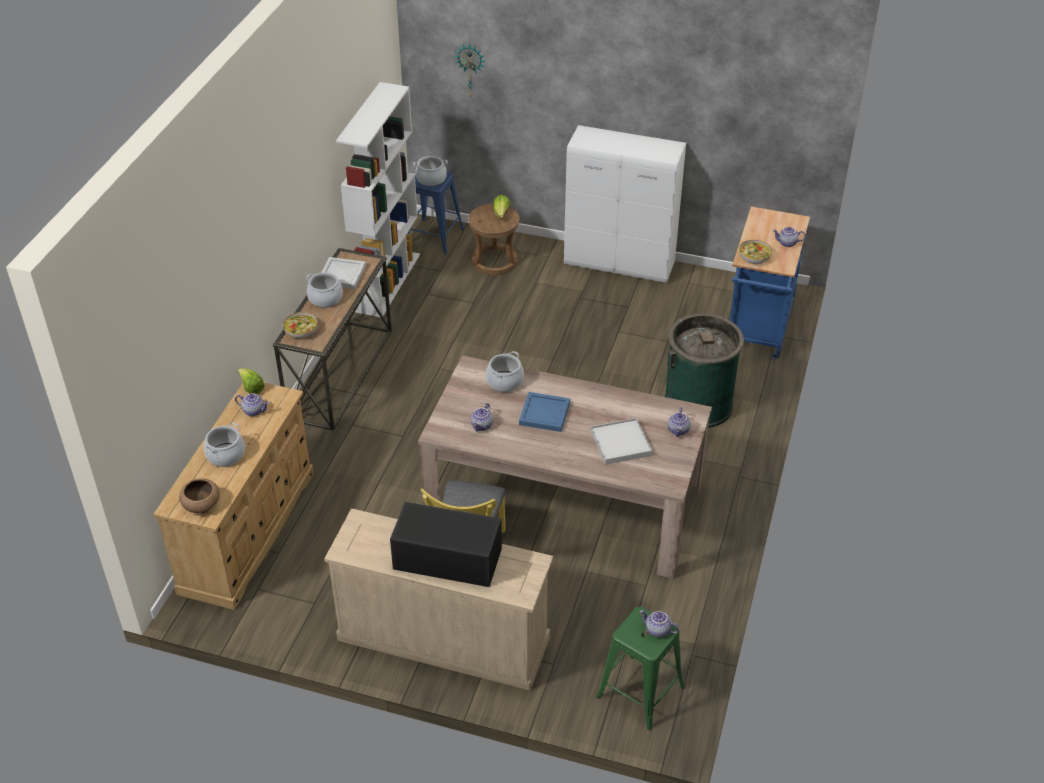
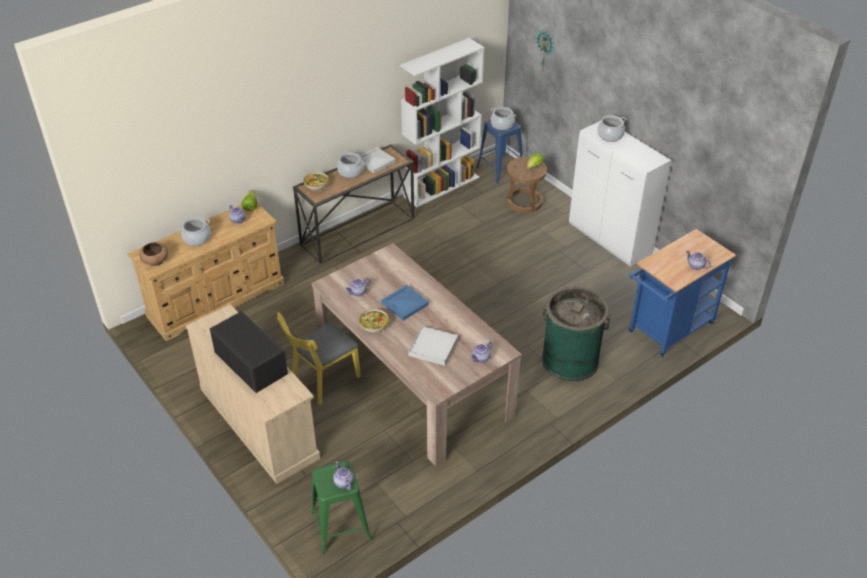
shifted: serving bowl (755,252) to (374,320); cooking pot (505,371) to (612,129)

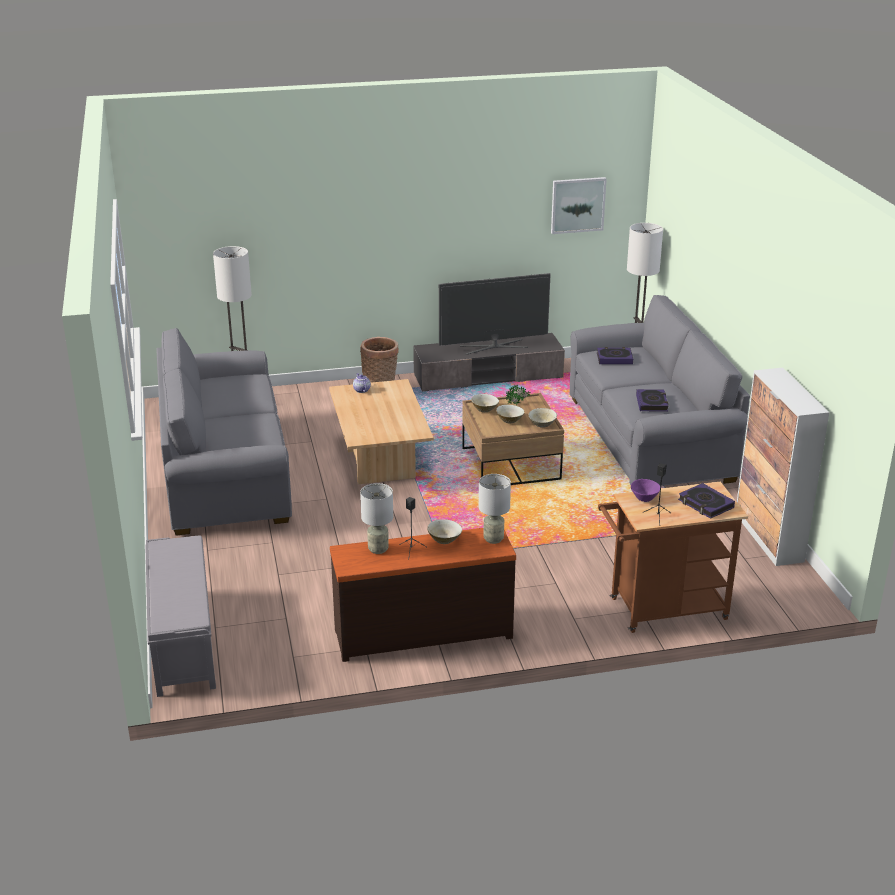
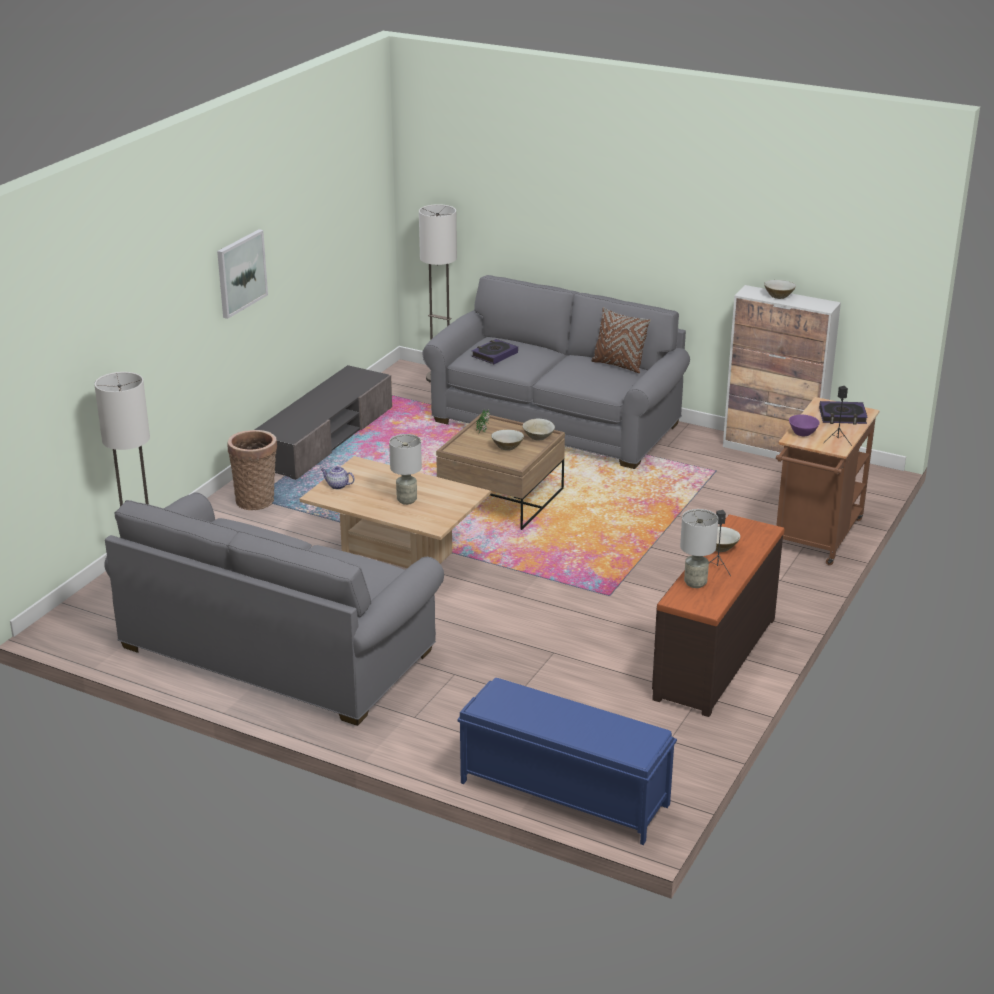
gone: television (495,314); book (652,400)
new: cushion/brown-coloured (621,340)
shifted: wall picture (579,205) to (242,274); serving bowl/sand-coloured (485,403) to (780,289); lamp for a table/gray (495,509) to (405,469)
repainted: long seat/gray (180,616) to long seat/bluish (567,761)

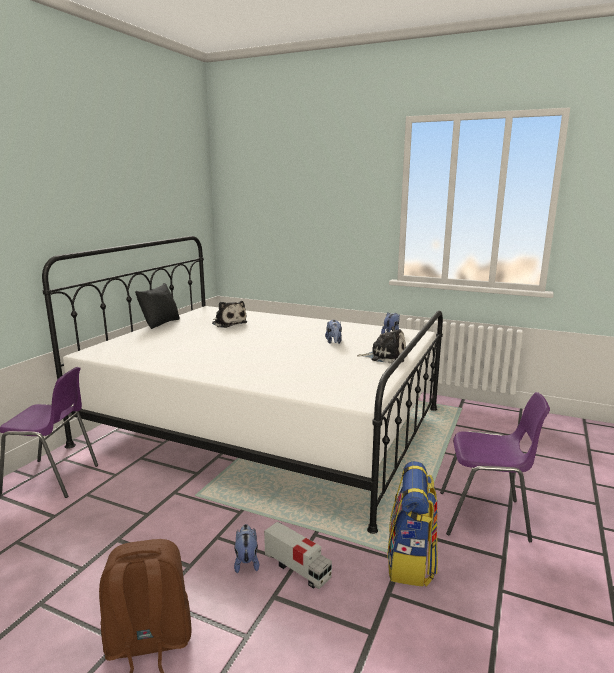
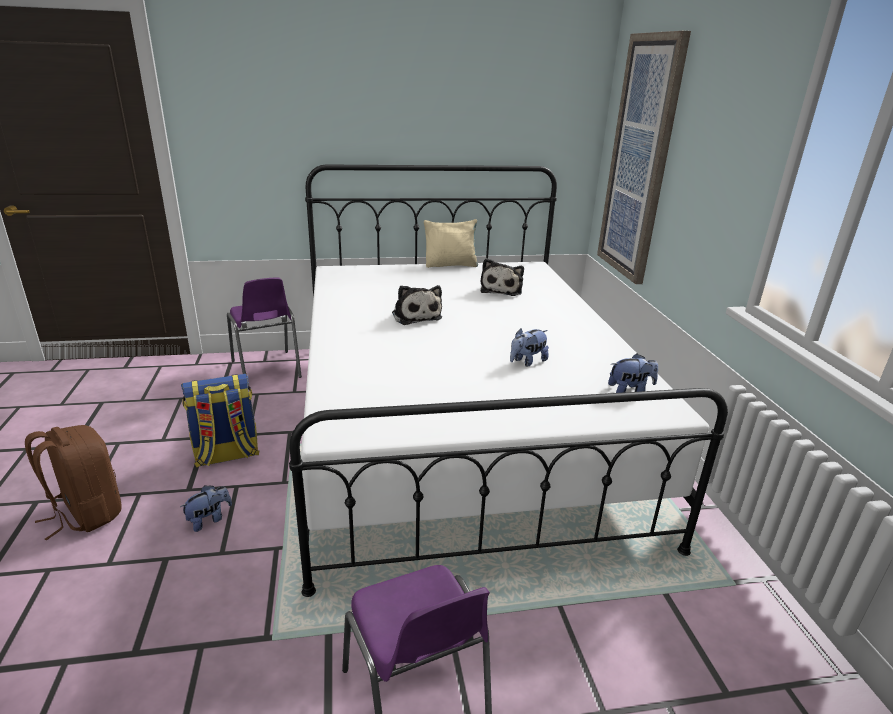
gone: toy truck (298,555)
new: wall picture (644,157)
shifted: cuddly toy (381,344) to (417,305); knapsack (412,524) to (220,421)
repainted: cushion/black (157,306) to cushion/sand-coloured (451,243)

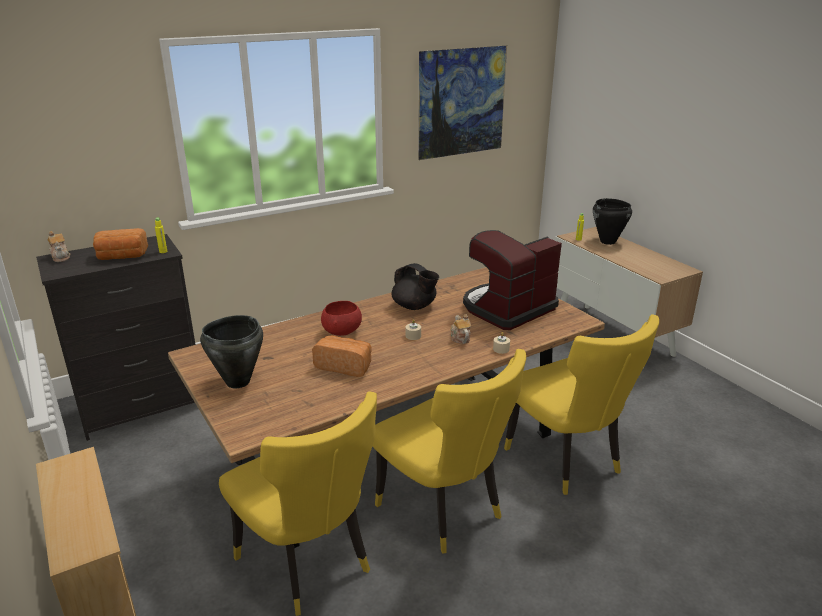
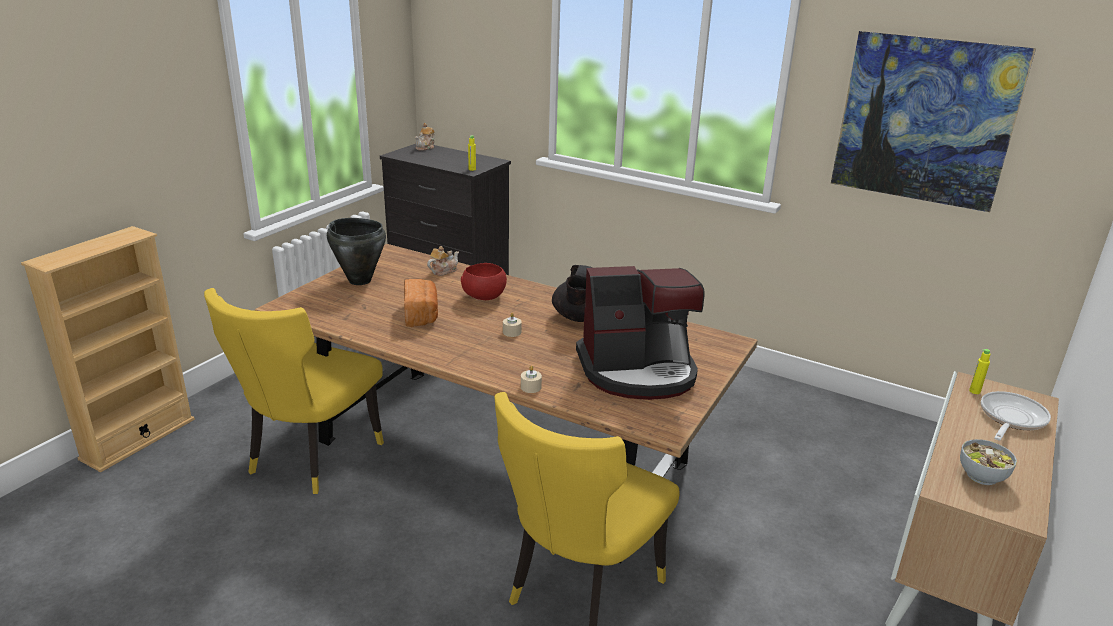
gone: bread (120,244); plain chair/yellow (449,451)
new: serving bowl (988,462)
shifted: pot for tea (461,329) to (443,261)
swapped: cooking pot/black (612,221) to skillet (1016,416)
rotated: coffee brewer (512,280) = (640,333) 150 degrees clockwise

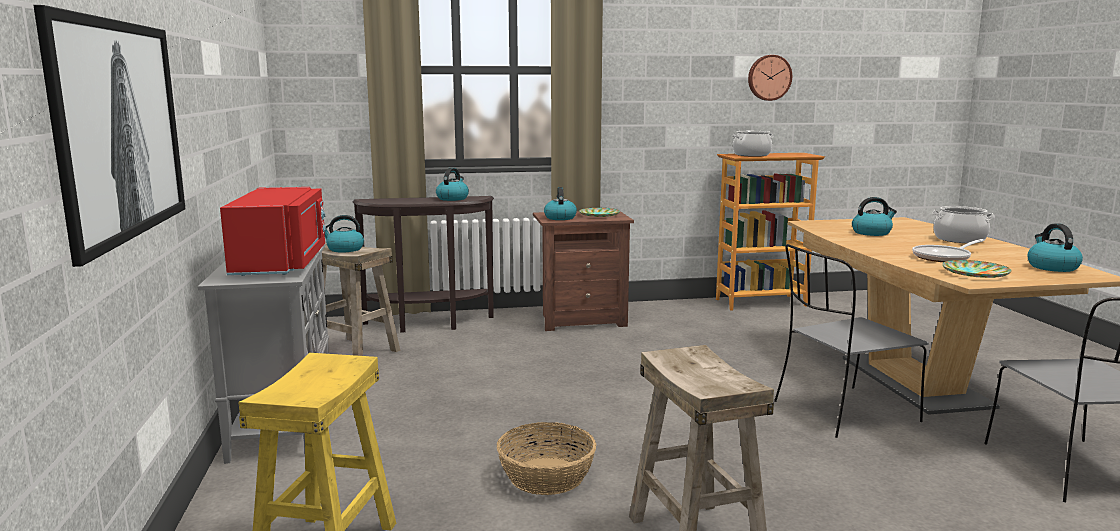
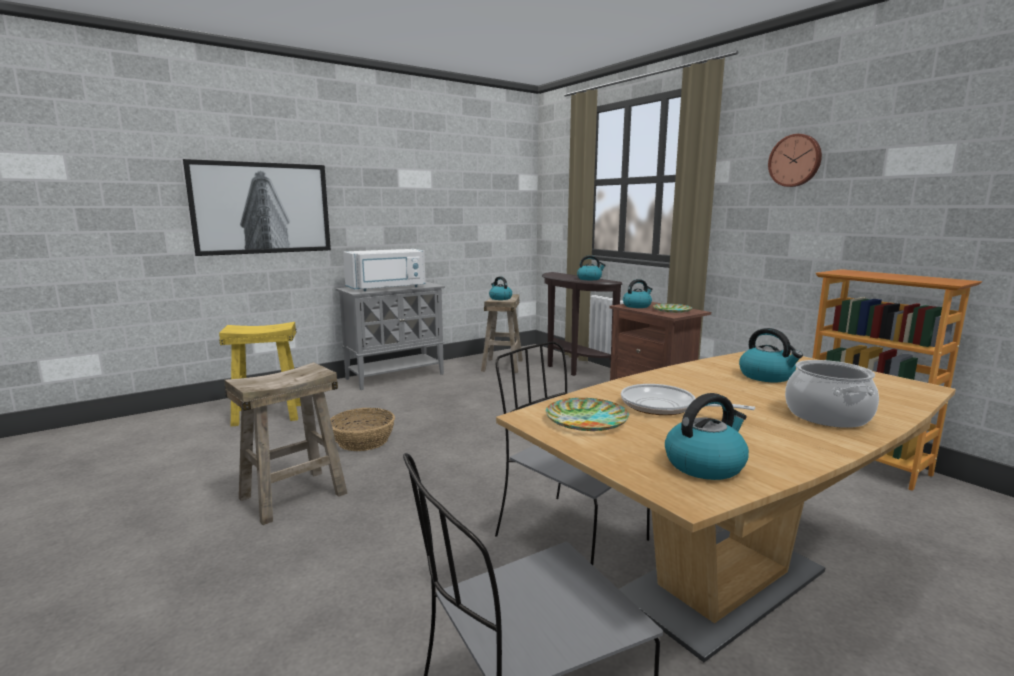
gone: cooking pot (752,144)
shifted: hanging clock (770,78) to (795,160)
repainted: microwave oven/reddish (273,231) to microwave oven/whitish (384,270)

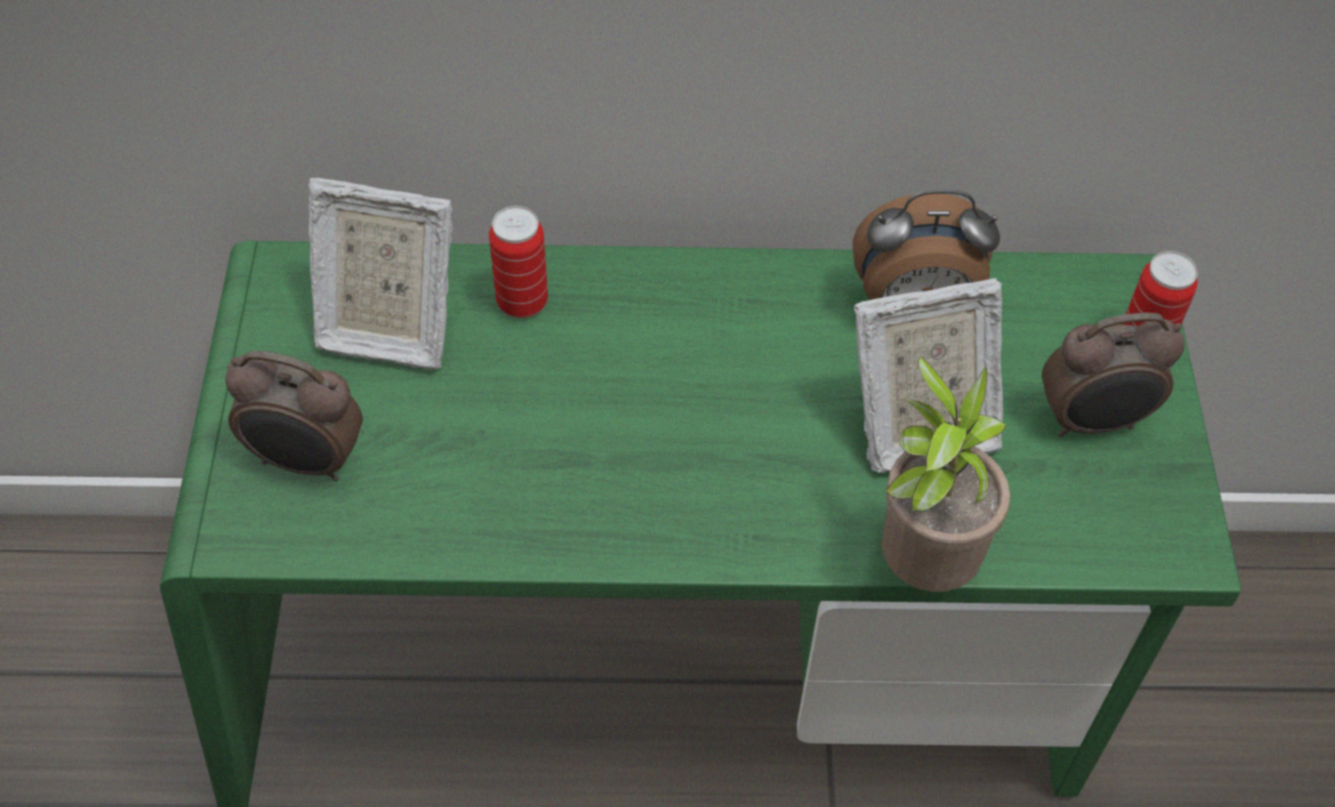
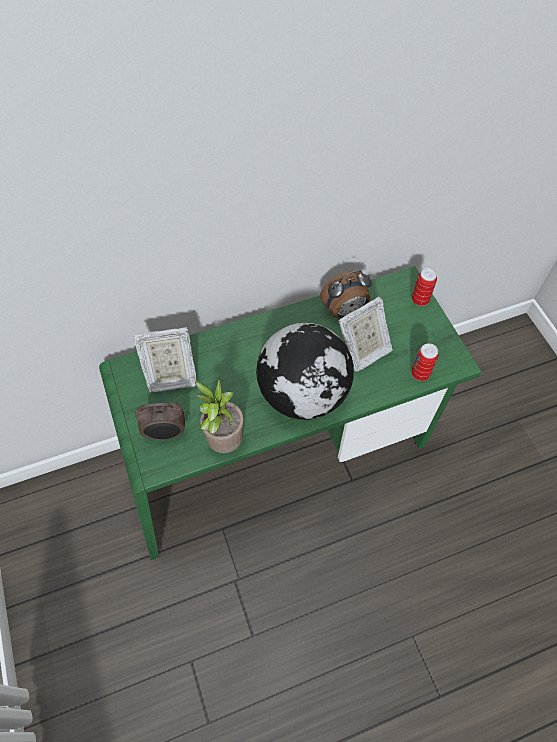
gone: alarm clock (1113,375)
new: world globe (305,371)
shifted: sealed can (518,262) to (425,362); houseplant (945,474) to (219,415)

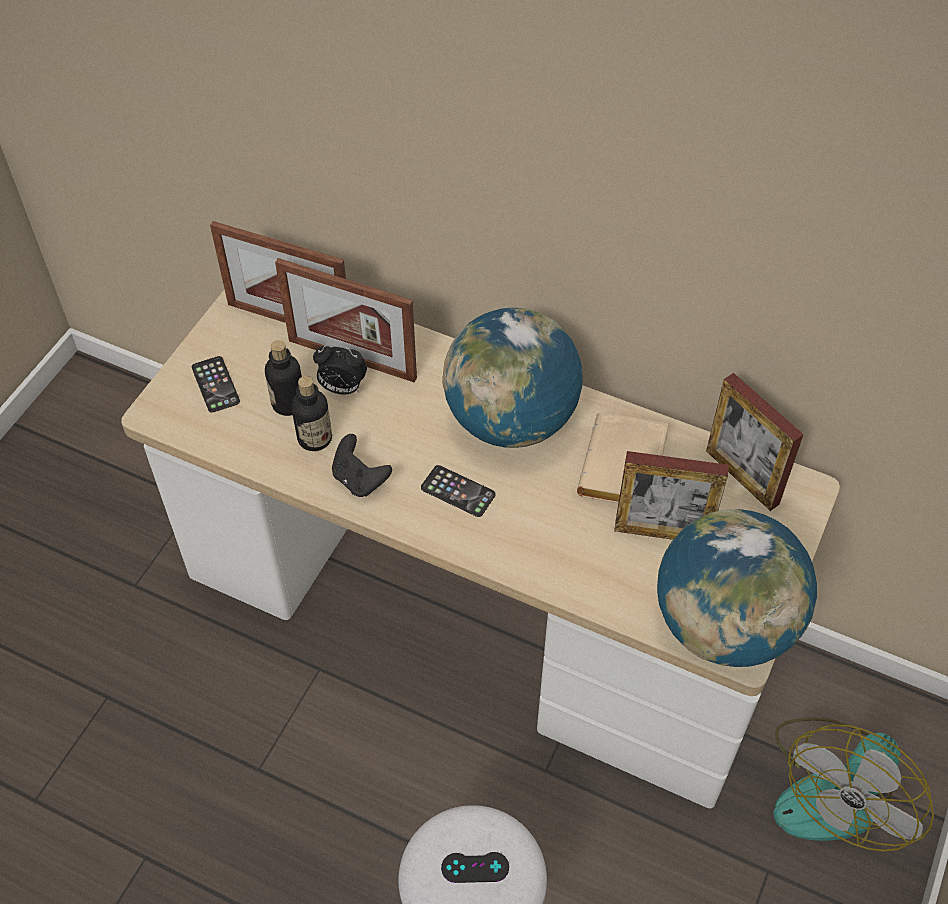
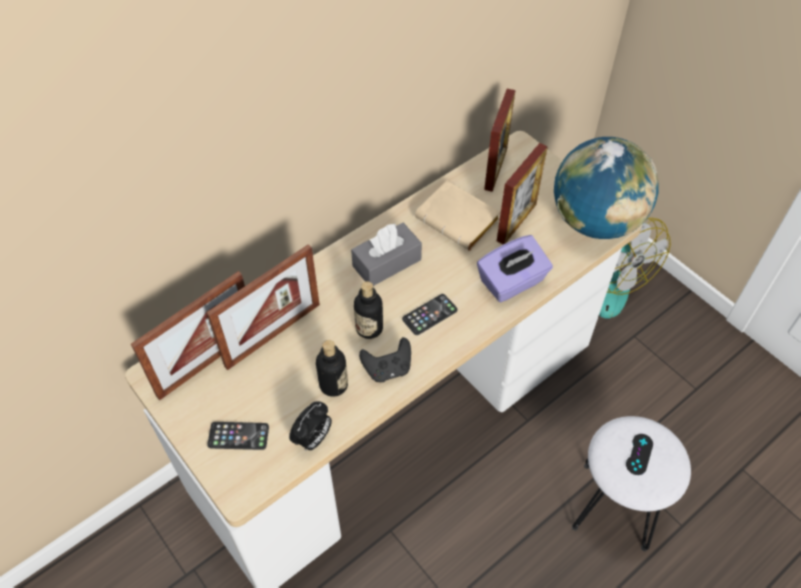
new: box of tissues/purple (515,268)
shifted: drink bottle (283,378) to (368,310); alarm clock (340,369) to (310,426)
swapped: world globe (512,378) to box of tissues/gray (386,254)
rotated: photo frame (755,442) = (500,140) 60 degrees counterclockwise

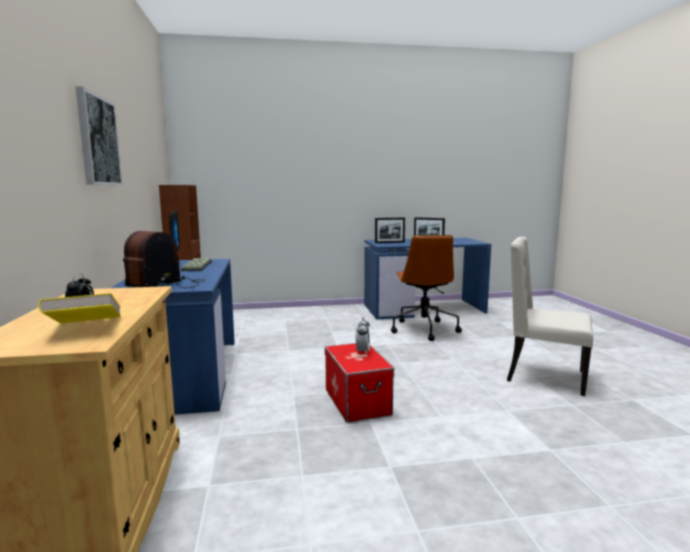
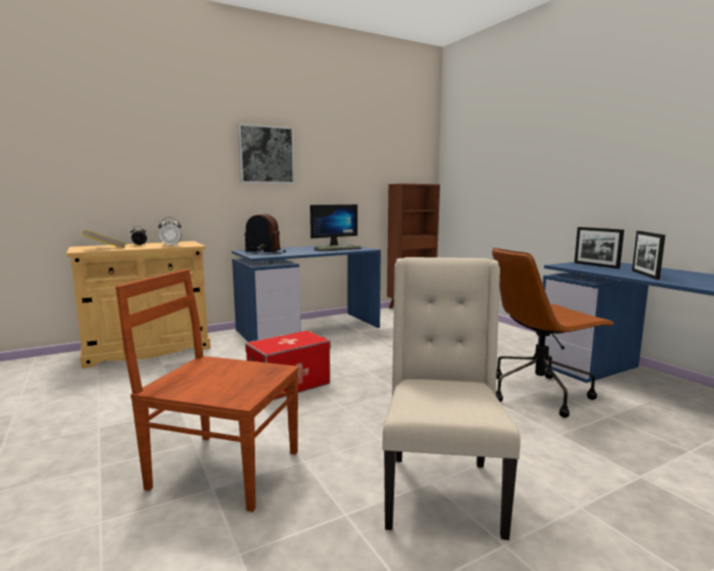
new: plain chair/brown-coloured (207,390)
shifted: alarm clock (362,336) to (170,232)

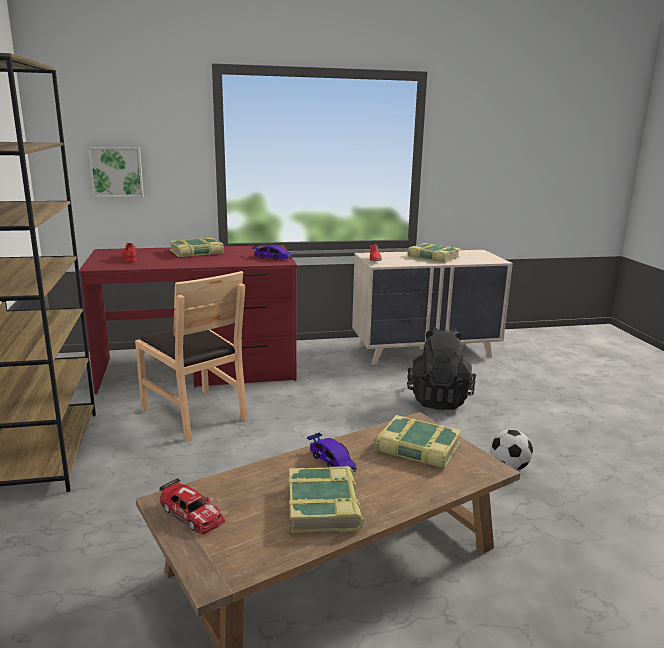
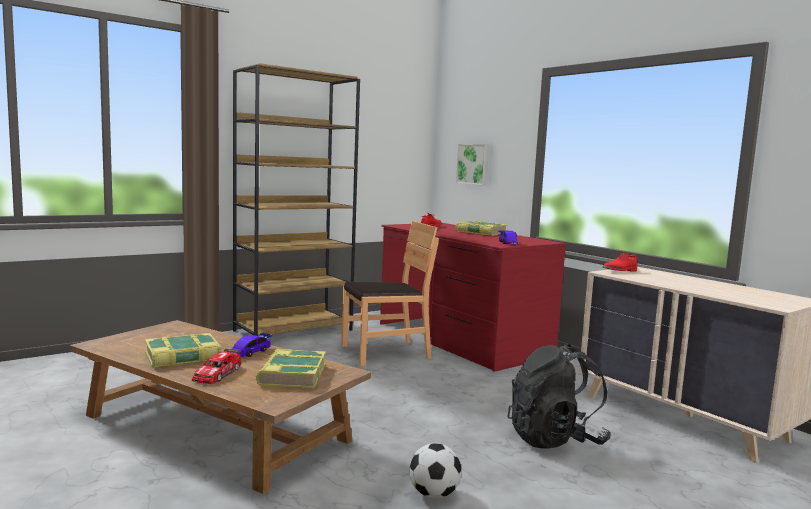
gone: book (434,253)
shifted: miniature car (192,506) to (216,366)
rotated: plain chair/brown-coloured (191,356) = (390,293) 135 degrees counterclockwise

